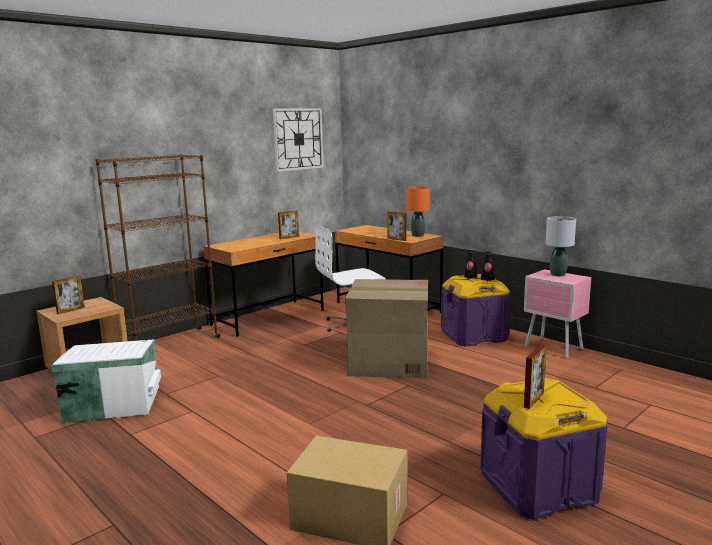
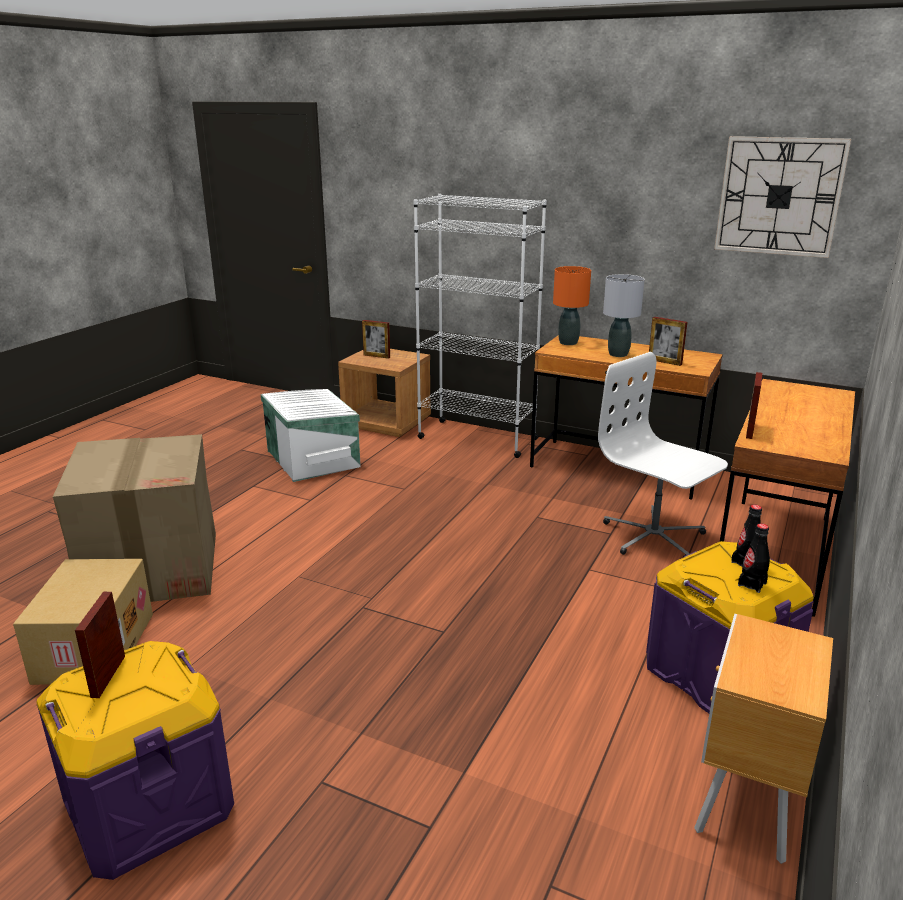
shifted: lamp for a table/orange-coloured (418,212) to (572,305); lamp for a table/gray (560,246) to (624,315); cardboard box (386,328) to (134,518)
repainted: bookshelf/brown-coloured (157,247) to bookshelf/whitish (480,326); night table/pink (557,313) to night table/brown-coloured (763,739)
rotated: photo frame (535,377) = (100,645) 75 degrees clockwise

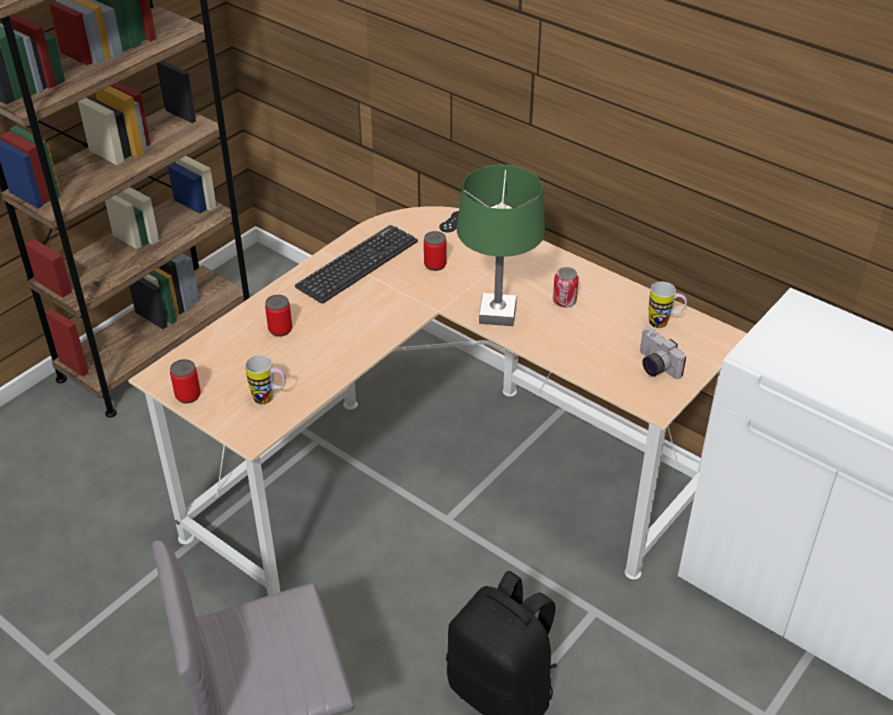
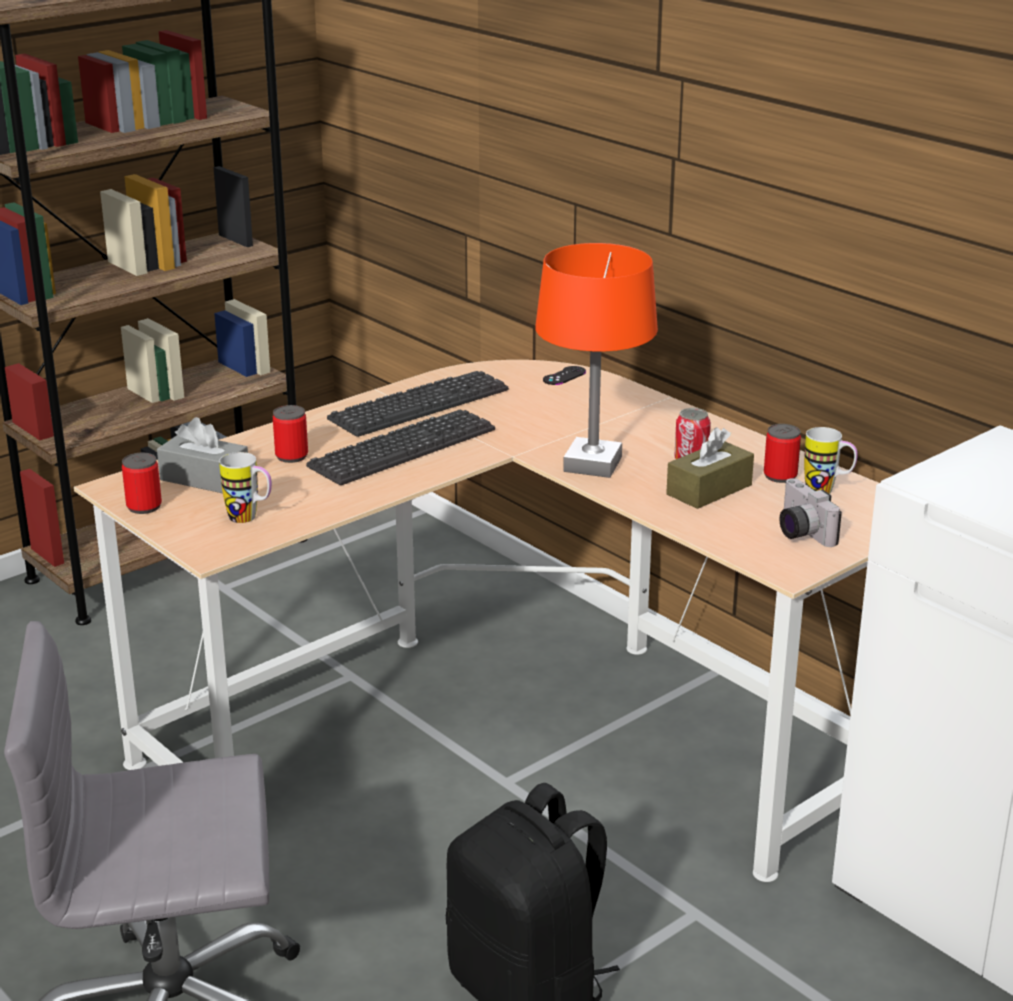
new: keyboard (400,447); box of tissues/gray (202,455); box of tissues/brown-coloured (710,468)
shifted: sealed can (435,251) to (782,453)
repainted: lamp for a table/greenish (501,245) to lamp for a table/orange-coloured (596,360)

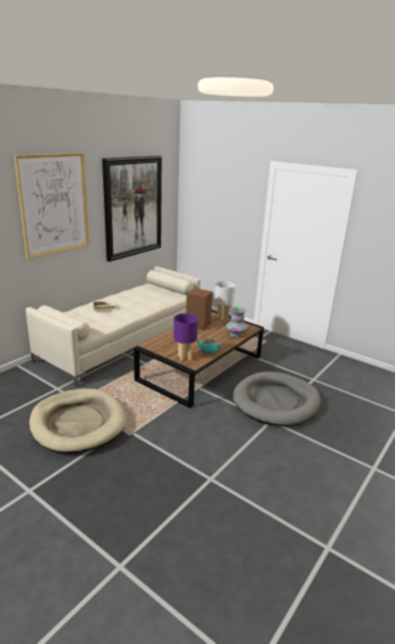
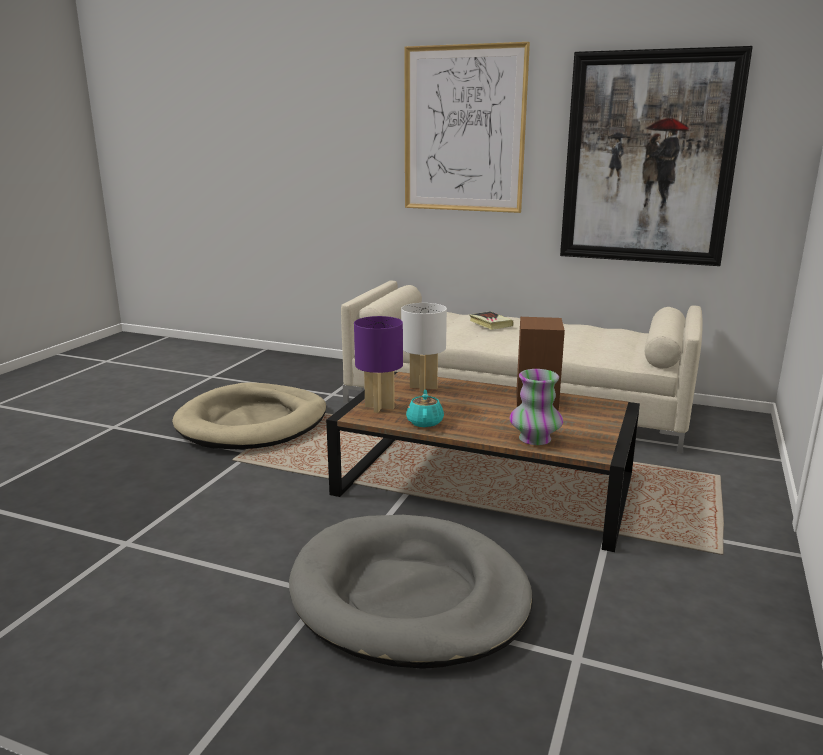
shifted: lamp for a table/whitish (224,301) to (424,348)

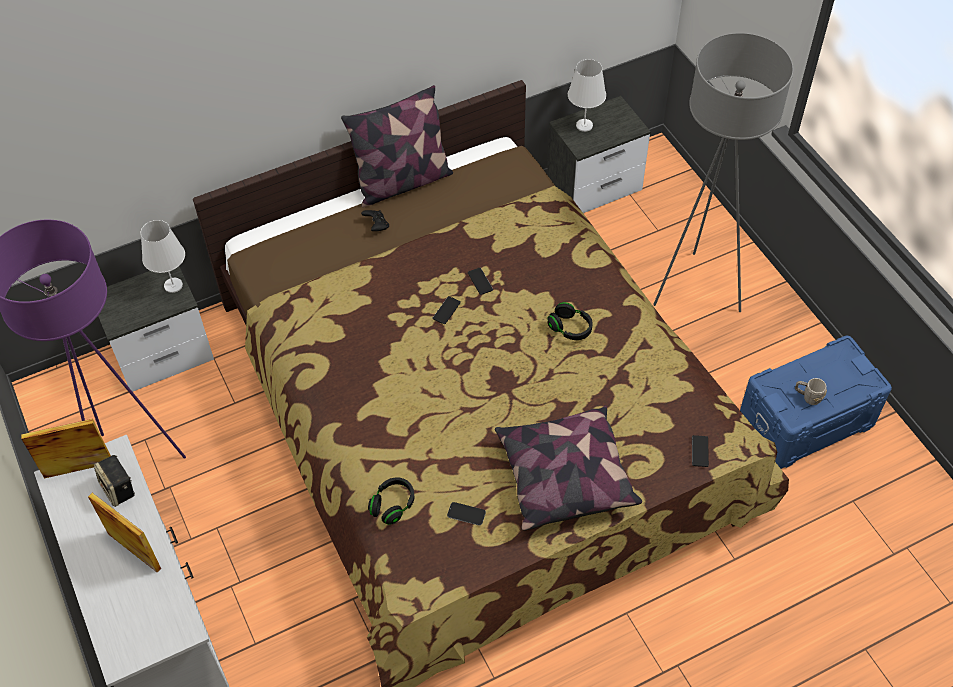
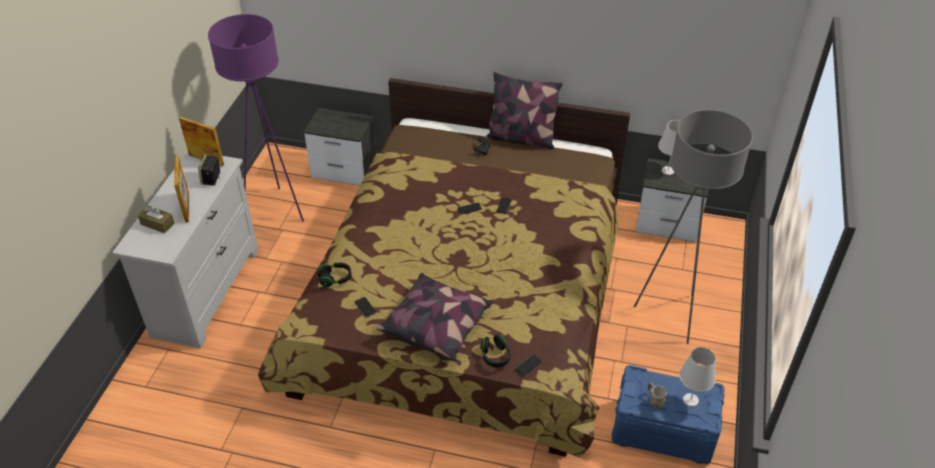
new: box of tissues/brown-coloured (156,219)
shifted: lamp for a table/whitish (163,256) to (697,377); pair of headphones/black (570,321) to (496,351)

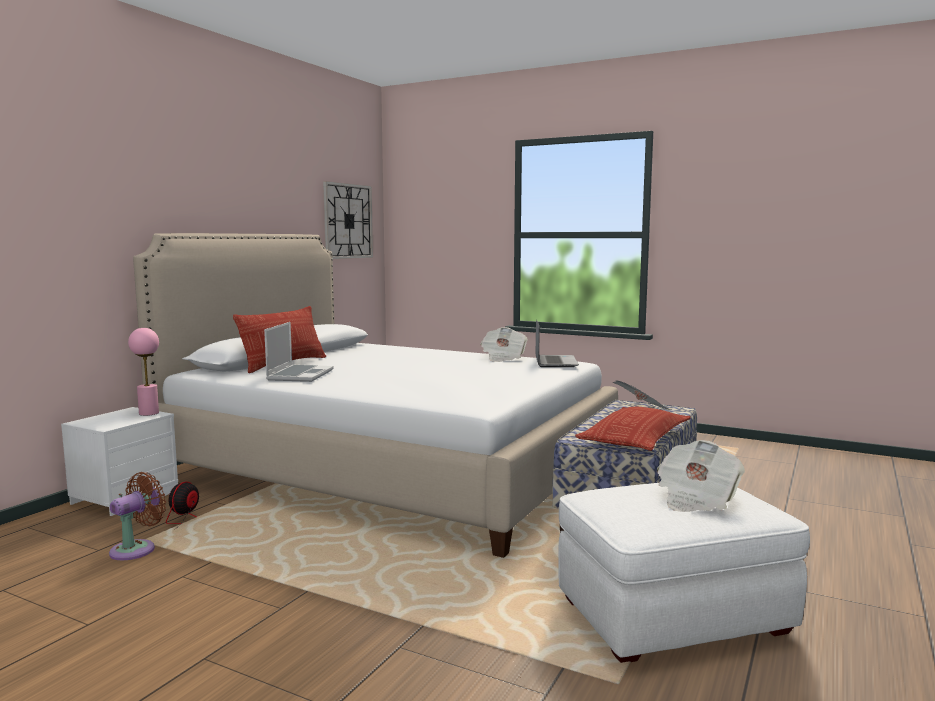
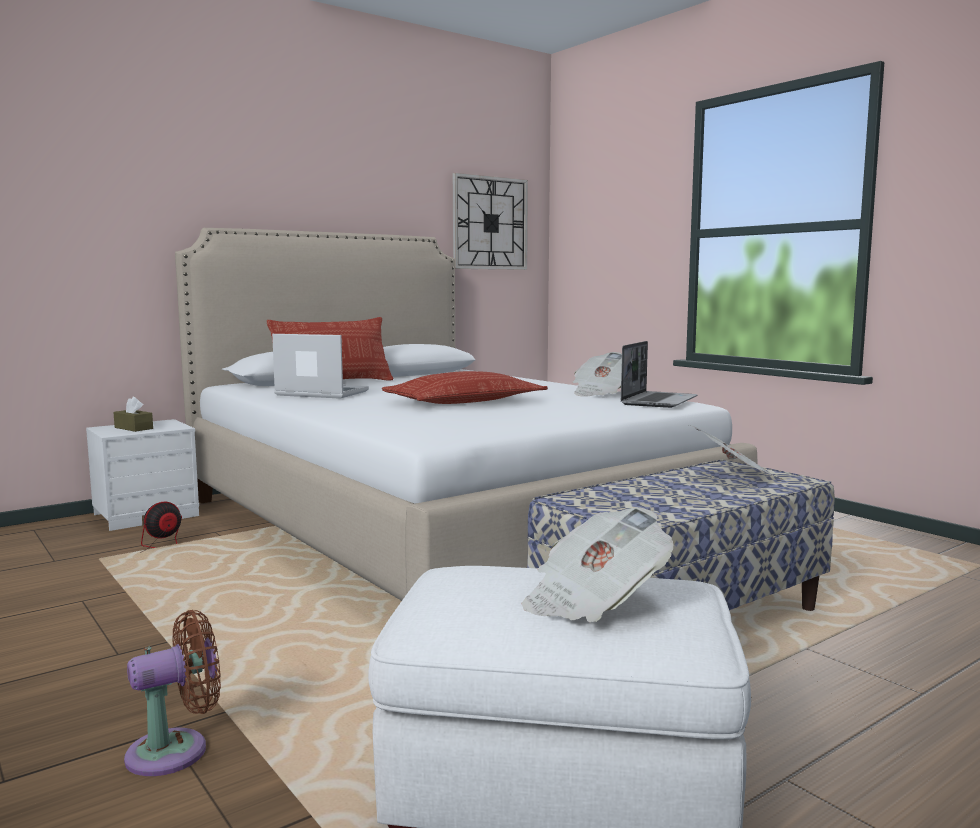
gone: lamp for a table/pink (143,372)
new: box of tissues/brown-coloured (133,414)
shifted: cushion (633,429) to (464,387); electric fan/brown-coloured (137,516) to (172,693)
rotated: notebook computer (298,352) = (320,366) 105 degrees counterclockwise

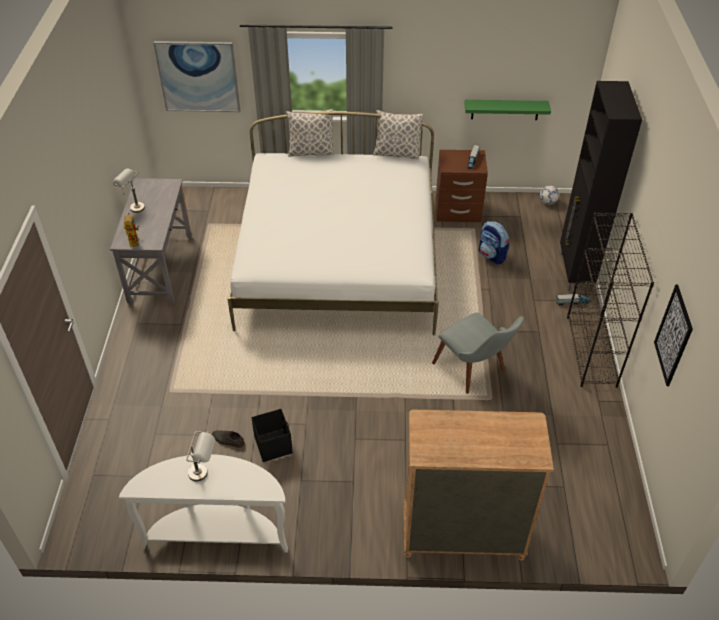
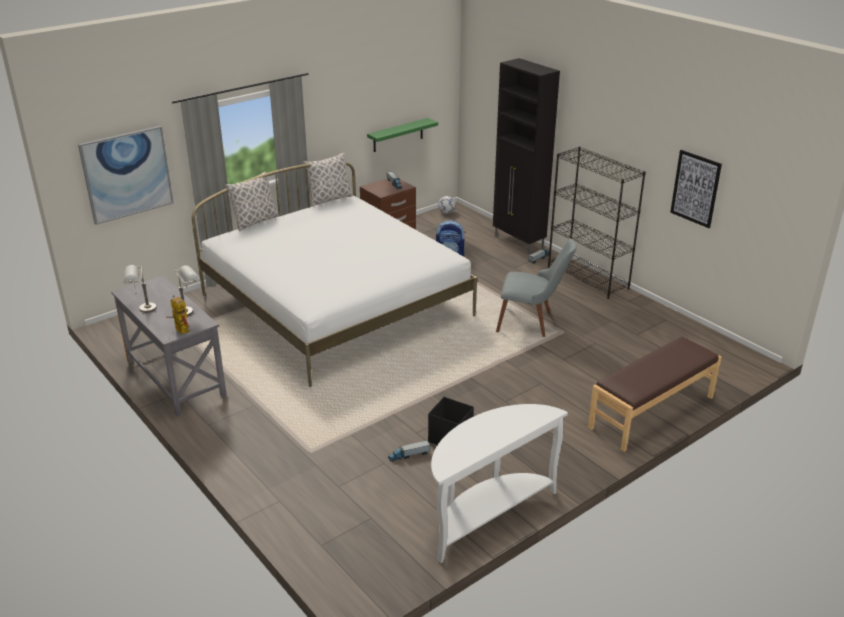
shifted: lamp for a table/gray (200,456) to (187,290)
swapped: chest of drawers/brown-coloured (479,485) to long seat/brown-coloured (655,394); low shoe/gray (228,439) to toy truck (409,451)

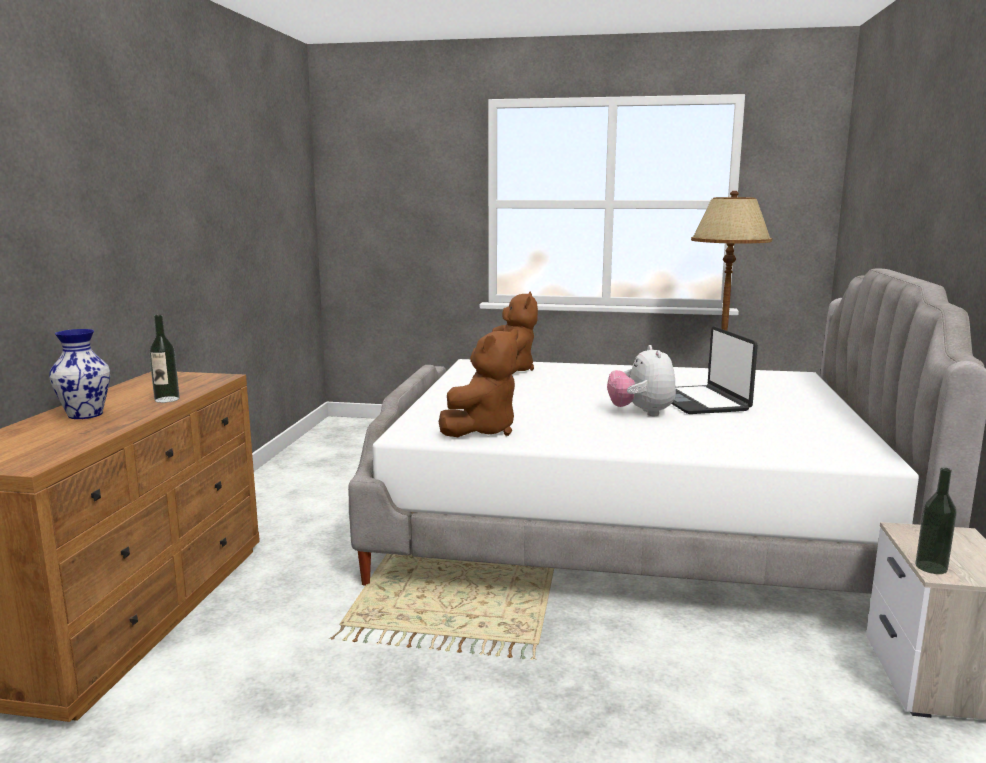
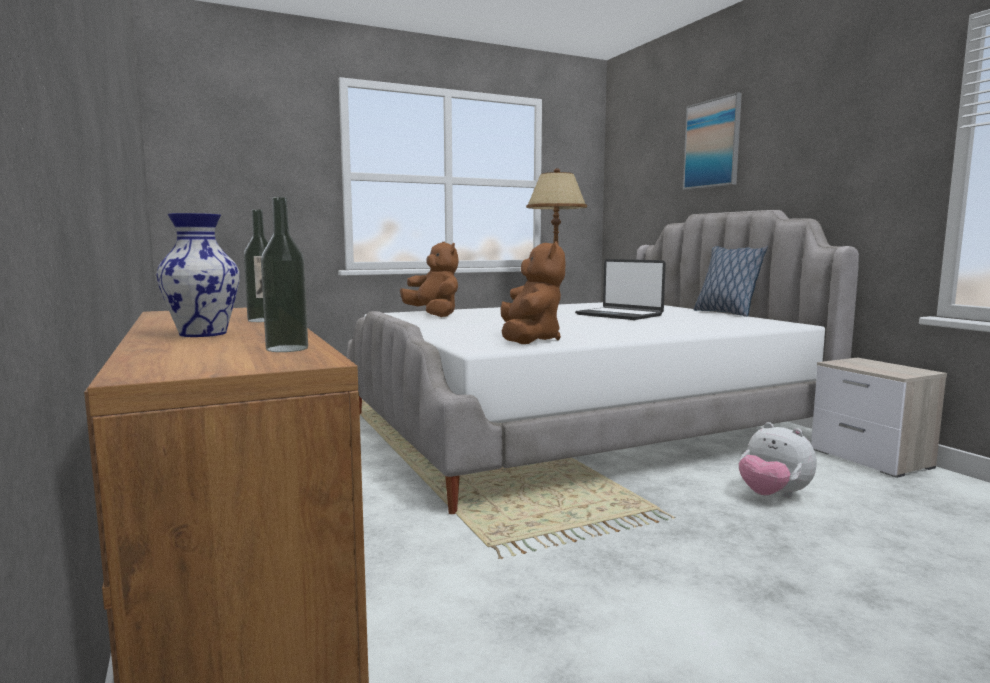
new: wall picture (712,141); cushion (731,281)
shifted: cuddly toy (641,380) to (777,460); drink bottle (936,521) to (284,274)

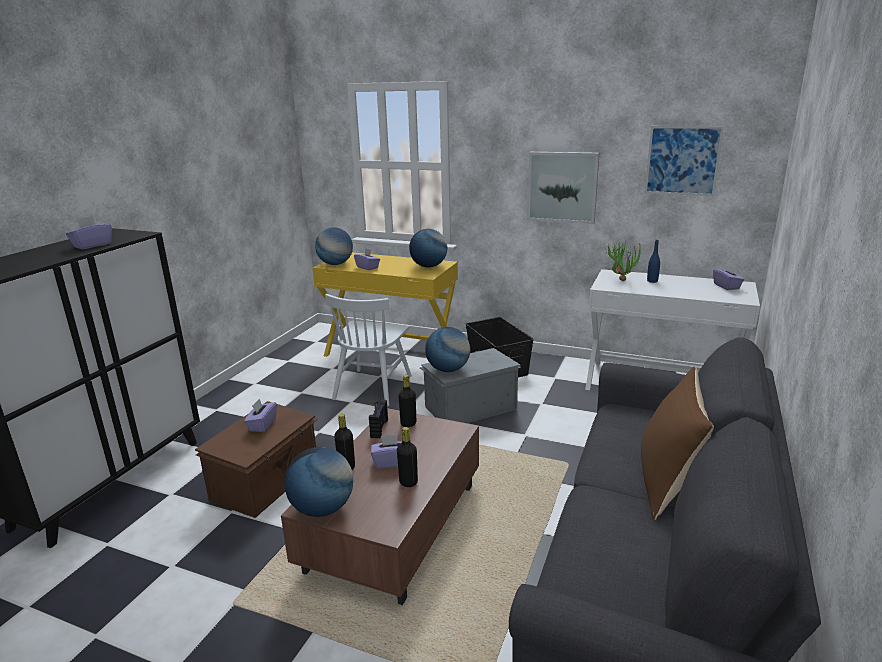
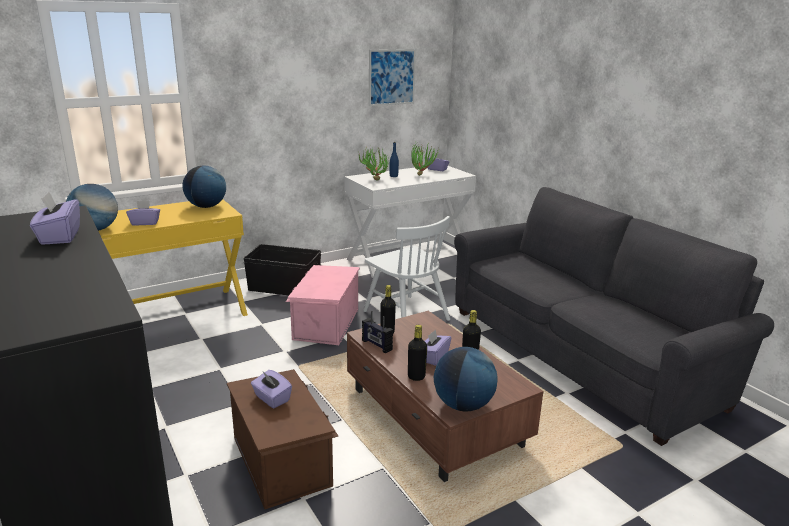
gone: wall picture (563,188); world globe (447,349); cushion/brown-coloured (677,443)
new: houseplant (425,159)
shifted: plain chair/whitish (368,350) to (406,268)
repainted: storage bin/gray (470,385) to storage bin/pink (323,305)

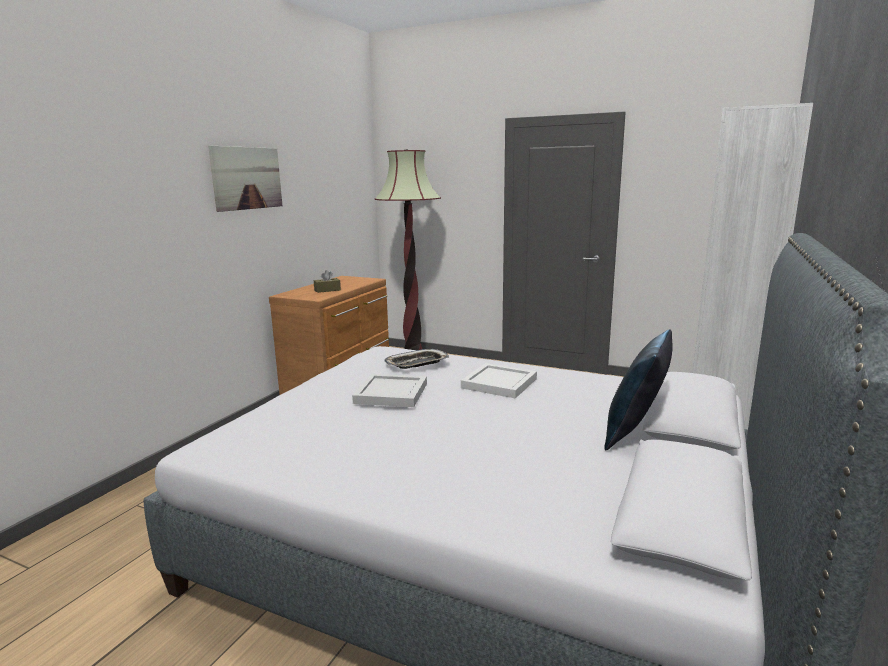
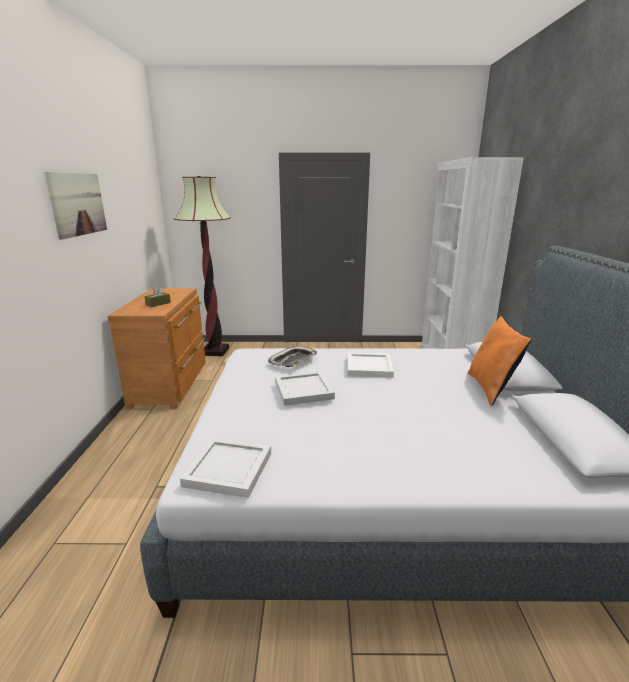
new: tray/whitish (225,468)
repainted: cushion/bluish (638,389) to cushion/orange-coloured (499,361)

